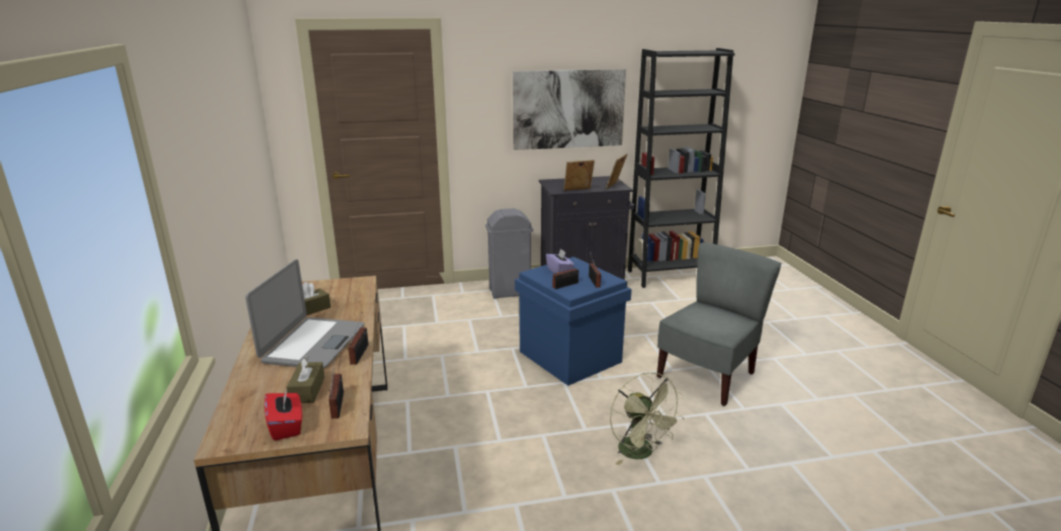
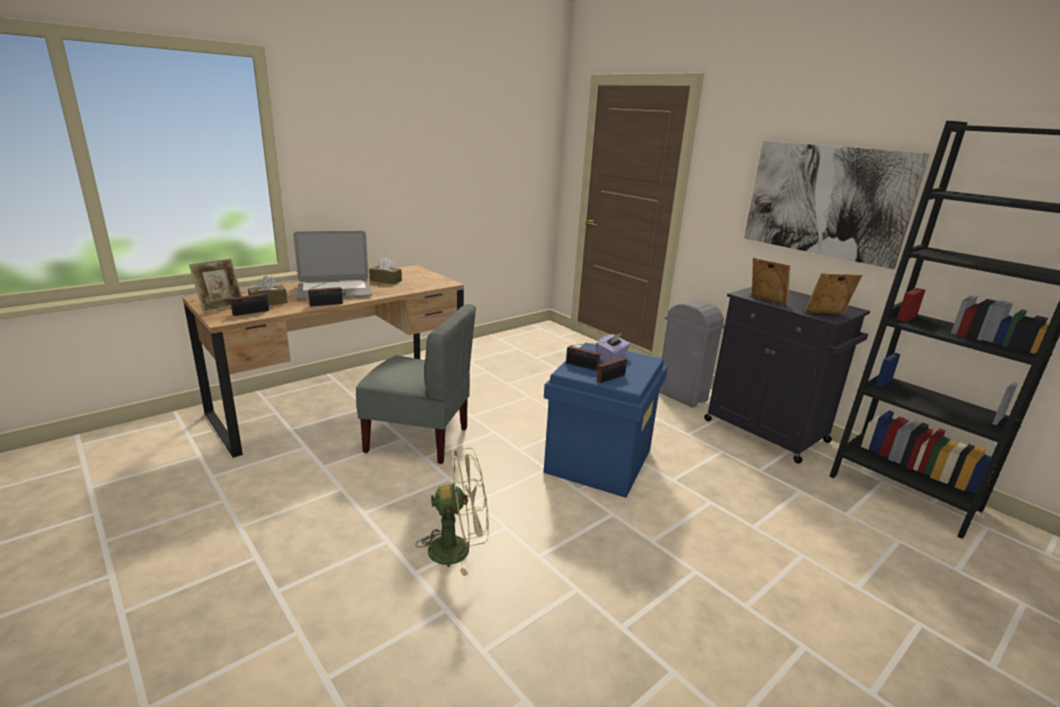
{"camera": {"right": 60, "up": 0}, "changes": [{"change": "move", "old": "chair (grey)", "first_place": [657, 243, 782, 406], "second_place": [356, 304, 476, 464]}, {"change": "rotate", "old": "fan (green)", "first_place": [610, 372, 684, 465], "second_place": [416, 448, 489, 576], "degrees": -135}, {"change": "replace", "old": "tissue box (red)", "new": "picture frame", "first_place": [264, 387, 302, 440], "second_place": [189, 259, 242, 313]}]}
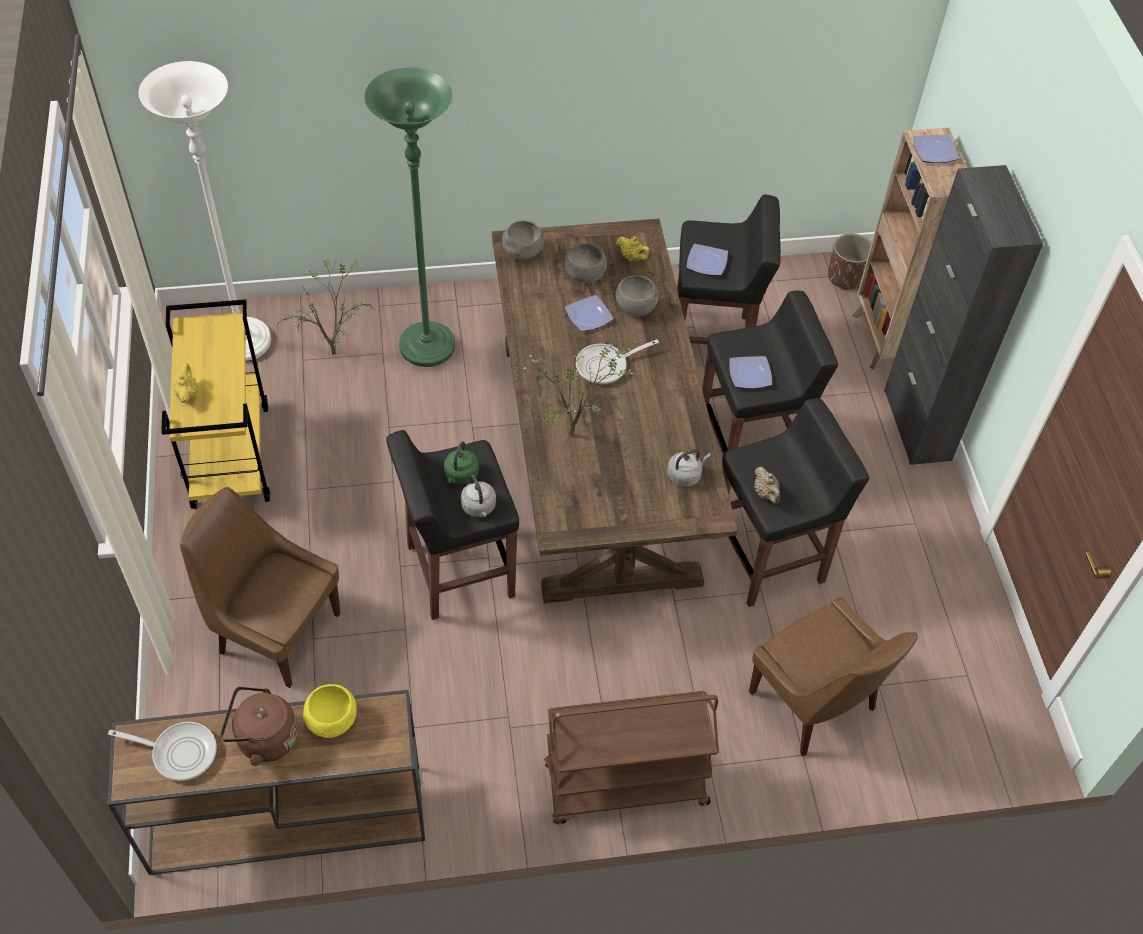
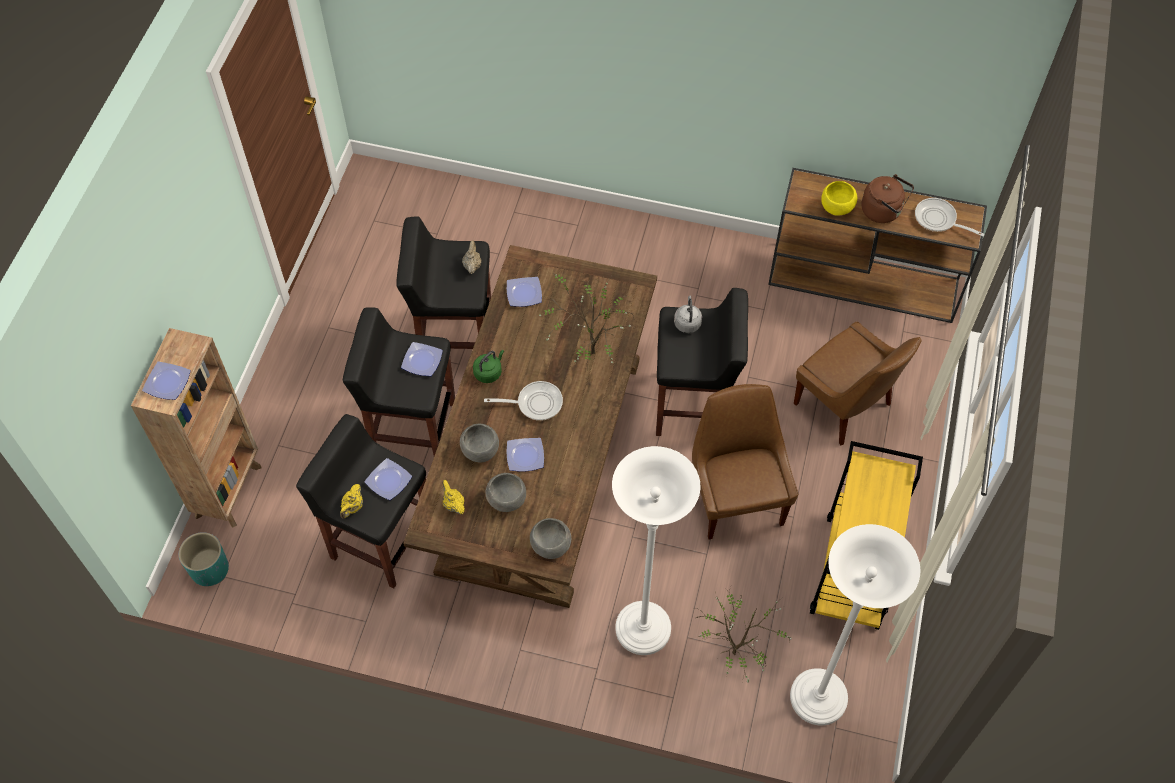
{"camera": {"right": -155, "up": 5}, "changes": [{"change": "recolor", "old": "floor lamp (green)", "new": "floor lamp (white)", "first_place": [364, 68, 455, 367], "second_place": [612, 446, 701, 655]}, {"change": "delete", "old": "cabinet (black)", "first_place": [884, 165, 1043, 465]}, {"change": "recolor", "old": "planter (brown)", "new": "planter (turquoise)", "first_place": [828, 233, 872, 290], "second_place": [179, 532, 229, 586]}, {"change": "move", "old": "teapot (yellow)", "first_place": [173, 363, 198, 403], "second_place": [340, 484, 363, 519]}, {"change": "move", "old": "kettle (green)", "first_place": [444, 441, 479, 485], "second_place": [473, 350, 504, 383]}, {"change": "replace", "old": "kettle (grey)", "new": "plate", "first_place": [667, 449, 711, 487], "second_place": [507, 277, 542, 307]}, {"change": "move", "old": "chair (brown)", "first_place": [749, 597, 918, 756], "second_place": [692, 384, 798, 539]}, {"change": "delete", "old": "cart (brown)", "first_place": [544, 691, 719, 824]}]}
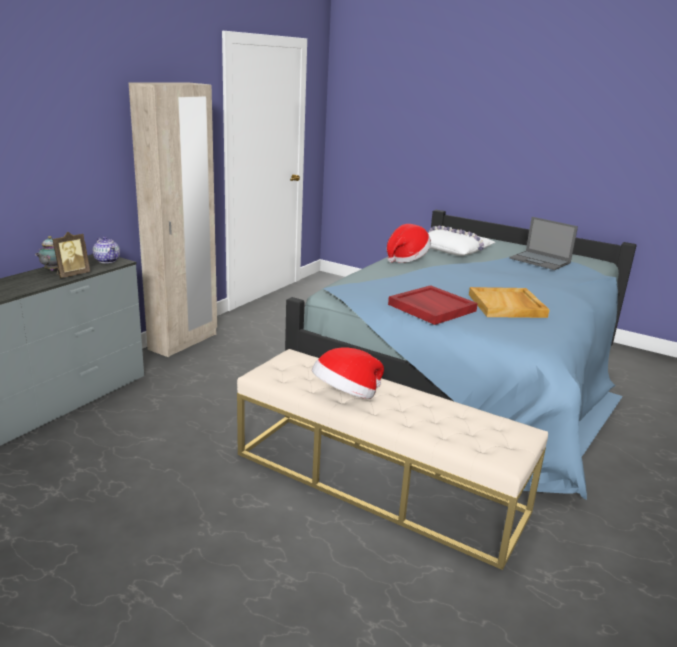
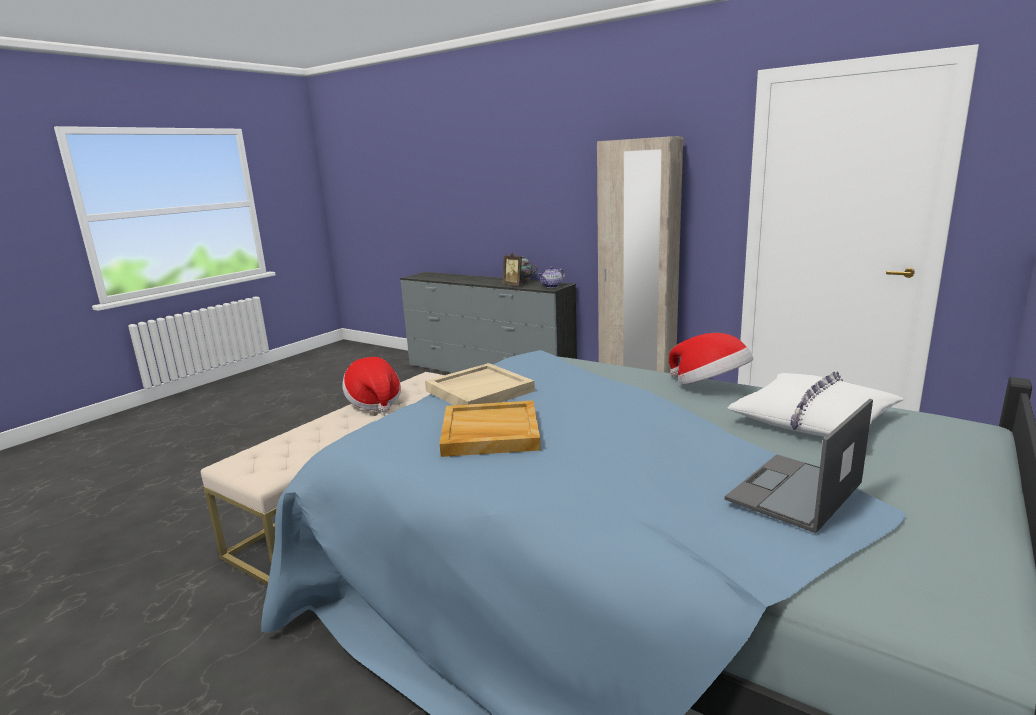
{"camera": {"right": 95, "up": -5}, "changes": [{"change": "recolor", "old": "tray (red)", "new": "tray (beige)", "first_place": [388, 285, 478, 325], "second_place": [425, 363, 535, 405]}]}
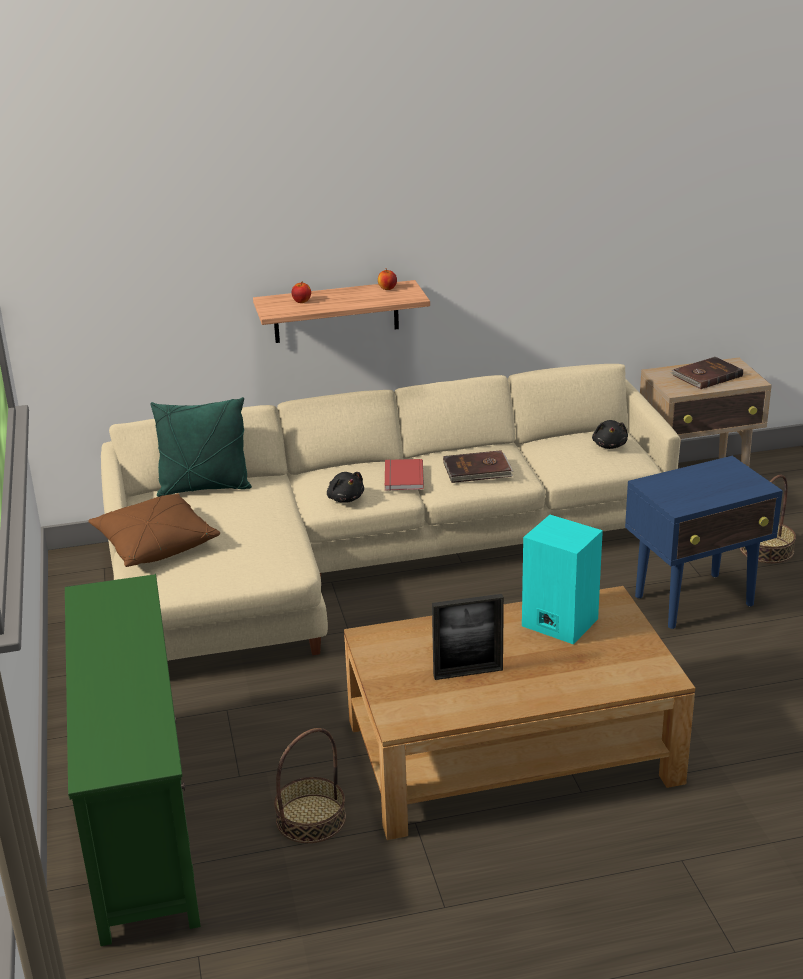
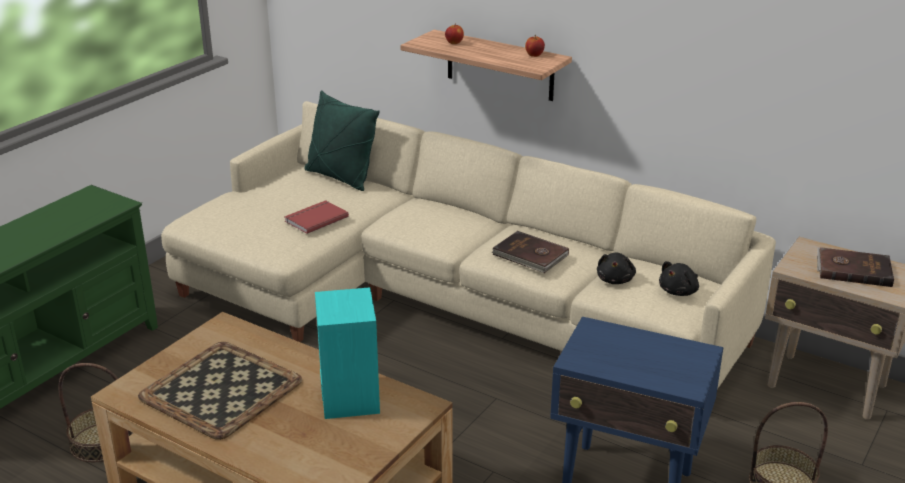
{"camera": {"right": 45, "up": 0}, "changes": [{"change": "move", "old": "book (red)", "first_place": [385, 459, 424, 491], "second_place": [284, 200, 349, 234]}, {"change": "move", "old": "plush toy (black)", "first_place": [327, 472, 364, 503], "second_place": [597, 252, 636, 284]}, {"change": "delete", "old": "pillow (brown)", "first_place": [88, 493, 220, 567]}, {"change": "replace", "old": "picture frame", "new": "tray", "first_place": [432, 594, 504, 680], "second_place": [138, 342, 302, 440]}]}
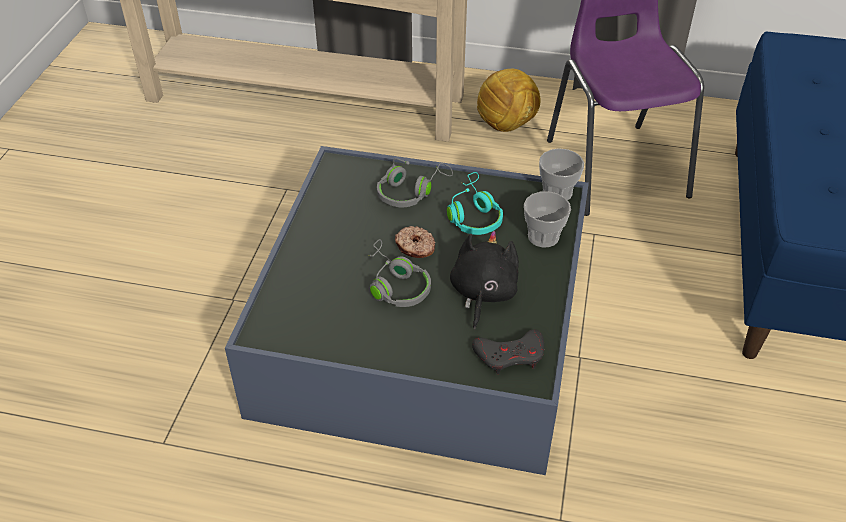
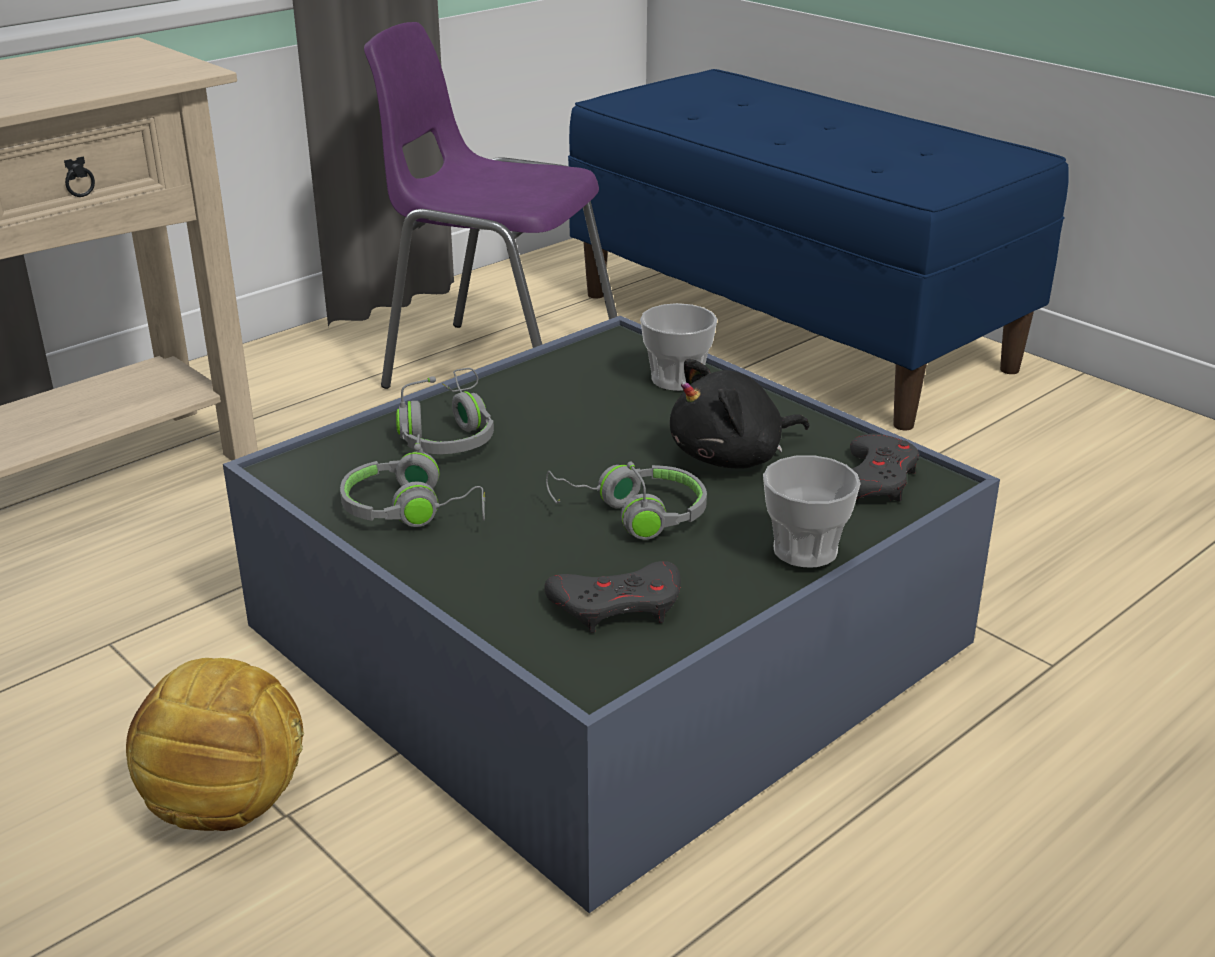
{"camera": {"right": -55, "up": -15}, "changes": [{"change": "move", "old": "football", "first_place": [477, 69, 541, 132], "second_place": [126, 658, 304, 831]}, {"change": "move", "old": "cup", "first_place": [539, 148, 584, 200], "second_place": [763, 455, 861, 568]}, {"change": "delete", "old": "headphones (turquoise)", "first_place": [447, 172, 503, 235]}, {"change": "delete", "old": "donut", "first_place": [395, 226, 435, 258]}, {"change": "rotate", "old": "plush toy (black)", "first_place": [450, 231, 519, 329], "second_place": [670, 359, 809, 468], "degrees": -75}, {"change": "insert", "new": "headphones (grey)", "second_place": [340, 434, 485, 527]}, {"change": "insert", "new": "game controller (grey)", "second_place": [544, 561, 681, 633]}]}
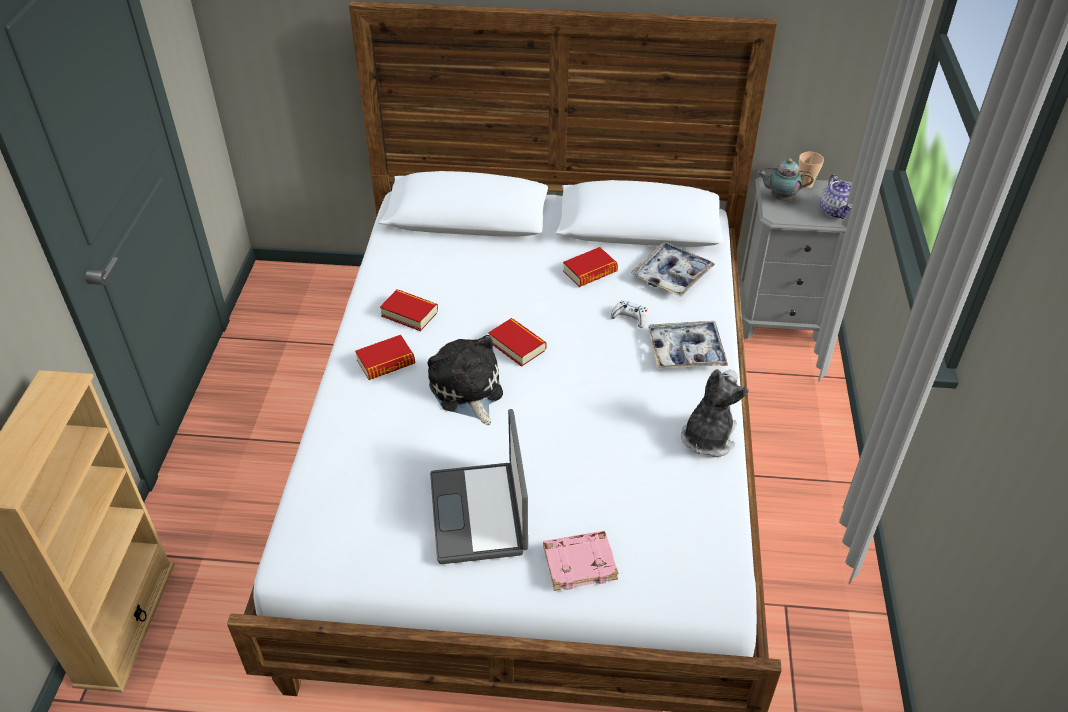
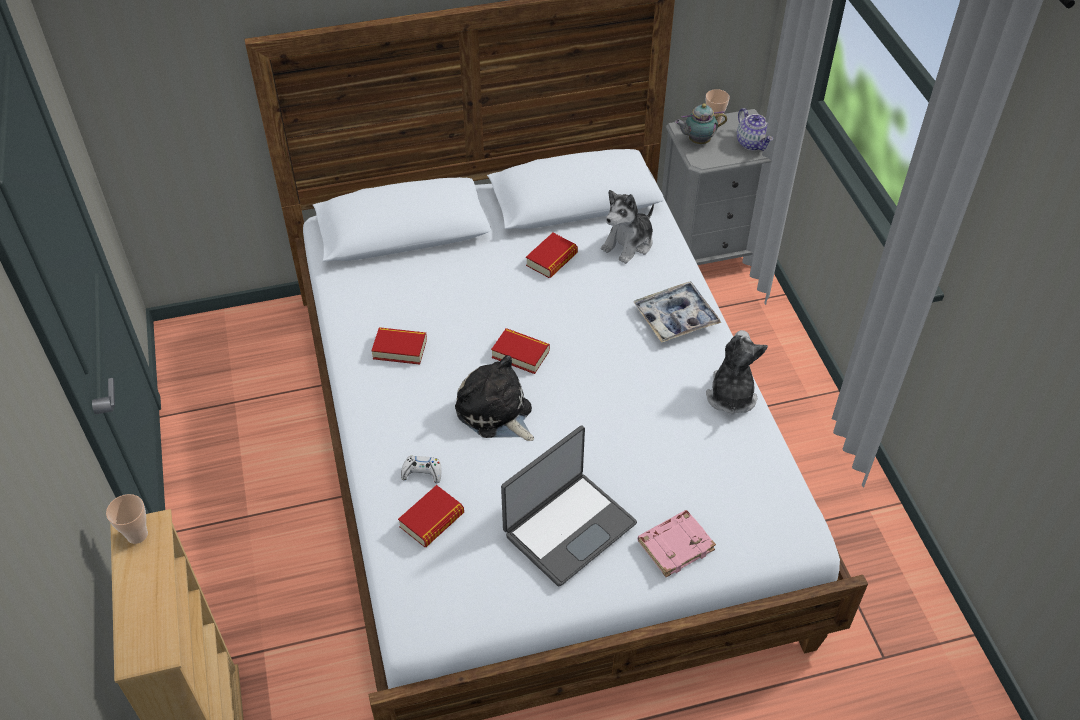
{"camera": {"right": -20, "up": 5}, "changes": [{"change": "replace", "old": "tray", "new": "plush toy", "first_place": [631, 243, 715, 297], "second_place": [601, 190, 654, 264]}, {"change": "move", "old": "game controller (white)", "first_place": [611, 301, 648, 328], "second_place": [401, 456, 442, 483]}, {"change": "move", "old": "book", "first_place": [355, 335, 415, 380], "second_place": [398, 485, 464, 547]}, {"change": "rotate", "old": "laptop", "first_place": [430, 409, 528, 564], "second_place": [501, 425, 637, 586], "degrees": -105}, {"change": "insert", "new": "cup", "second_place": [106, 494, 148, 544]}]}
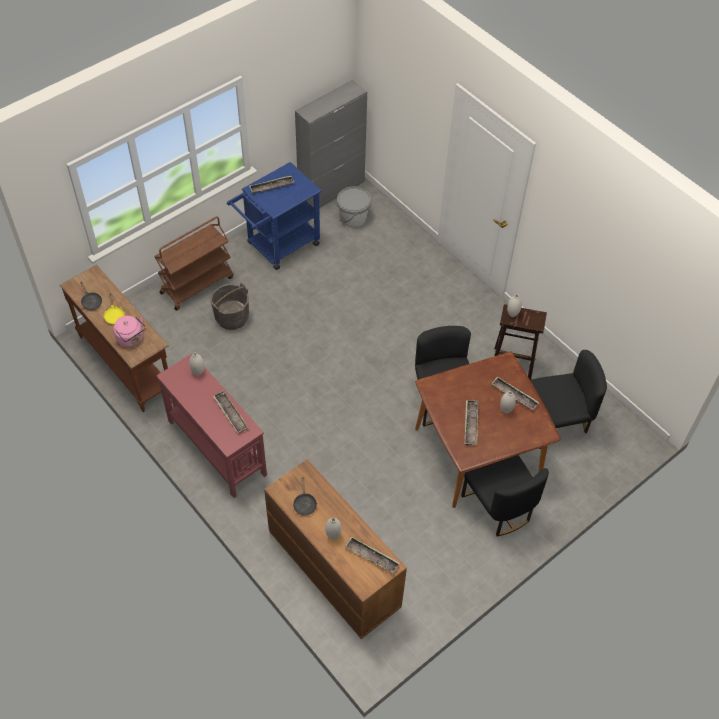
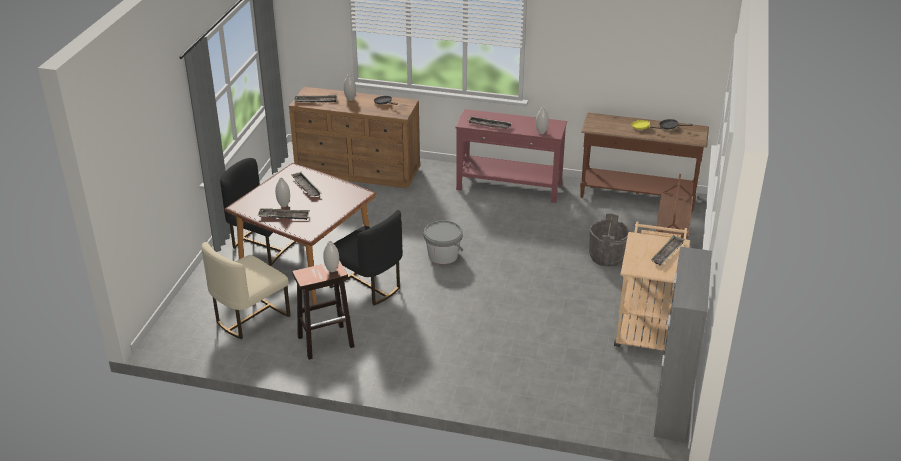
{"camera": {"right": 145, "up": -20}, "changes": [{"change": "recolor", "old": "cart (blue)", "new": "cart (beige)", "first_place": [227, 162, 322, 270], "second_place": [614, 221, 690, 351]}, {"change": "move", "old": "bucket (grey)", "first_place": [337, 187, 371, 227], "second_place": [423, 220, 463, 264]}, {"change": "delete", "old": "kettle (pink)", "first_place": [113, 316, 146, 347]}, {"change": "recolor", "old": "chair (black)", "new": "chair (beige)", "first_place": [530, 350, 607, 449], "second_place": [202, 242, 290, 339]}]}
